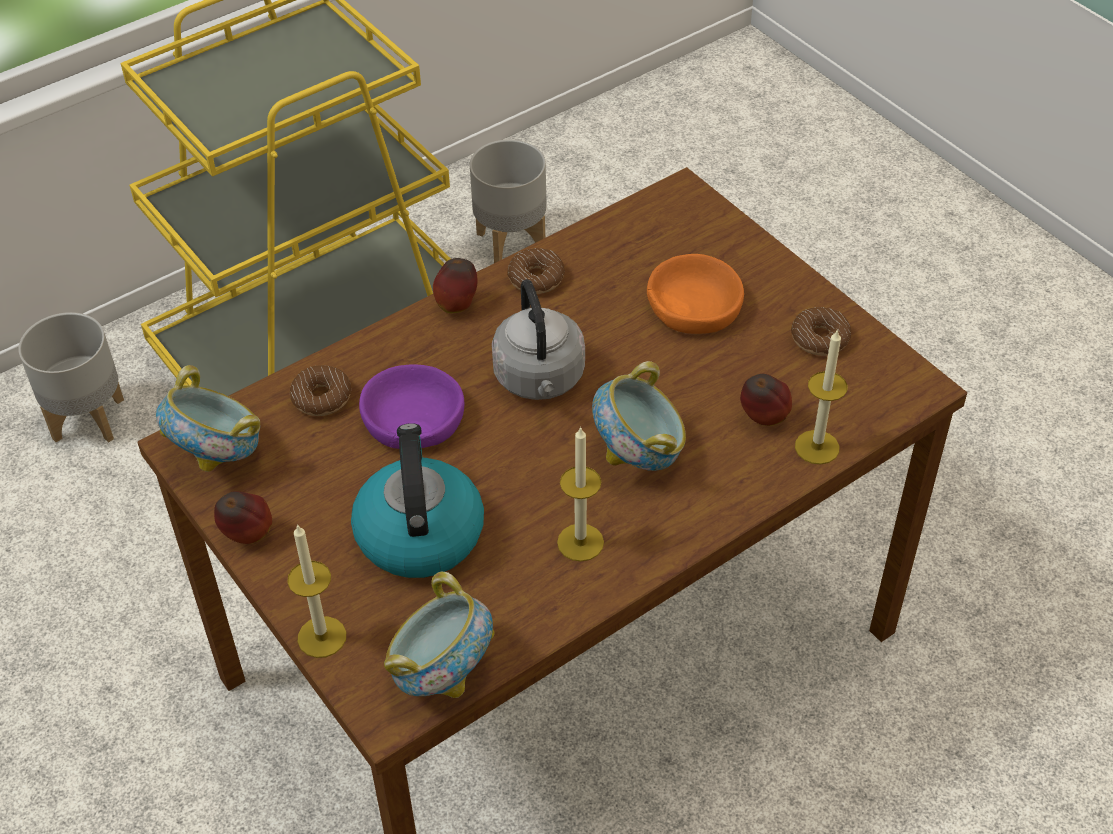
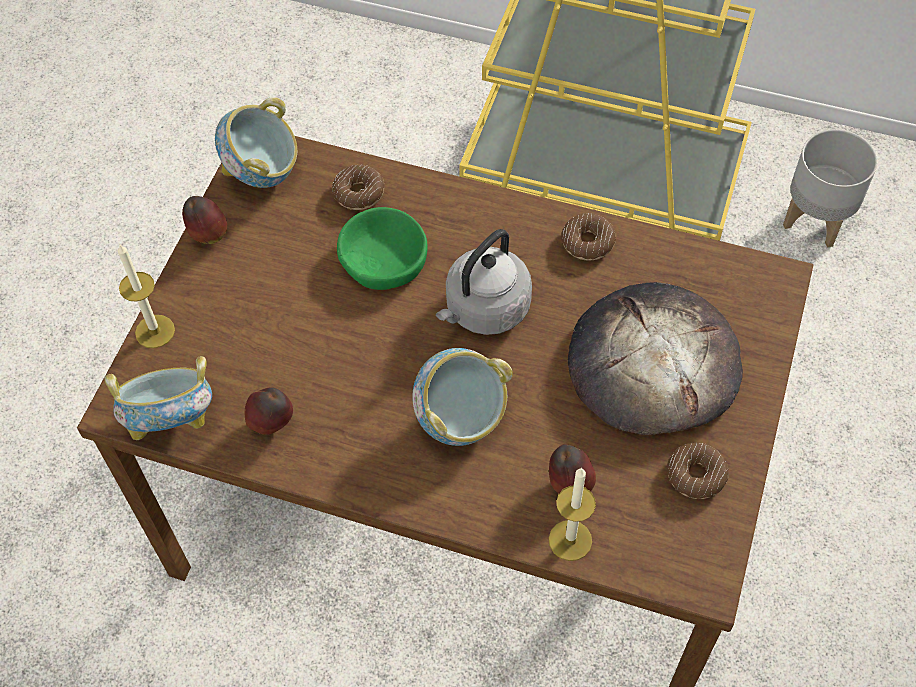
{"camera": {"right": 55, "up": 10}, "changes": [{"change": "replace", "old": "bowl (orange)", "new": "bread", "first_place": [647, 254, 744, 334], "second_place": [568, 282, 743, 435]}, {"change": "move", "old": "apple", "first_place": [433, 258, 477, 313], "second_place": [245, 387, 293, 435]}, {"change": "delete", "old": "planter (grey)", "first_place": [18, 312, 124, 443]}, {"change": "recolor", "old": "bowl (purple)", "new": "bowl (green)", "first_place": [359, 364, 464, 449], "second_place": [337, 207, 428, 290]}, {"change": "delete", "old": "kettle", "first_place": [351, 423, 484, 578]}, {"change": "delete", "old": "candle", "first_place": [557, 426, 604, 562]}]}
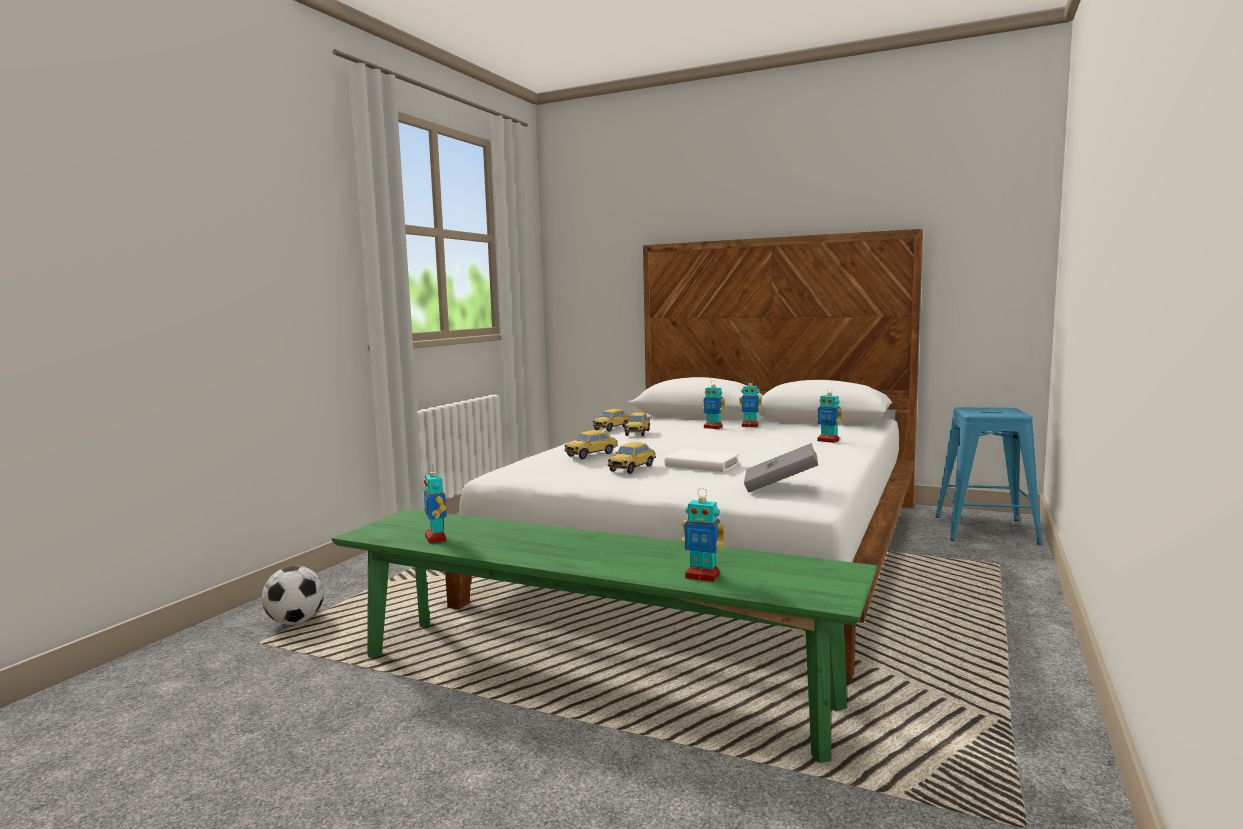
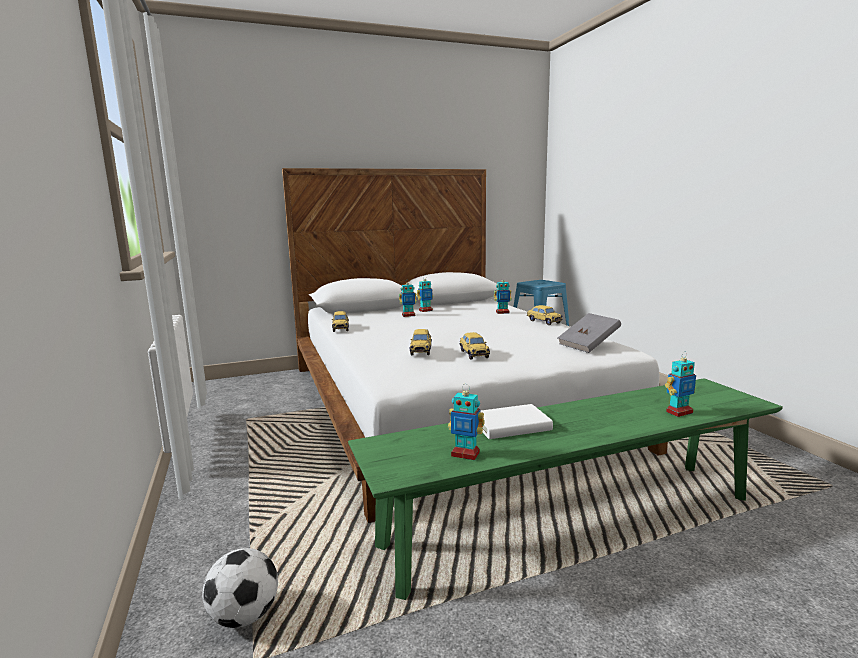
{"camera": {"right": -45, "up": 5}, "changes": [{"change": "move", "old": "toy car", "first_place": [624, 412, 650, 436], "second_place": [527, 305, 562, 325]}, {"change": "move", "old": "book (white)", "first_place": [665, 449, 739, 472], "second_place": [481, 404, 553, 439]}]}
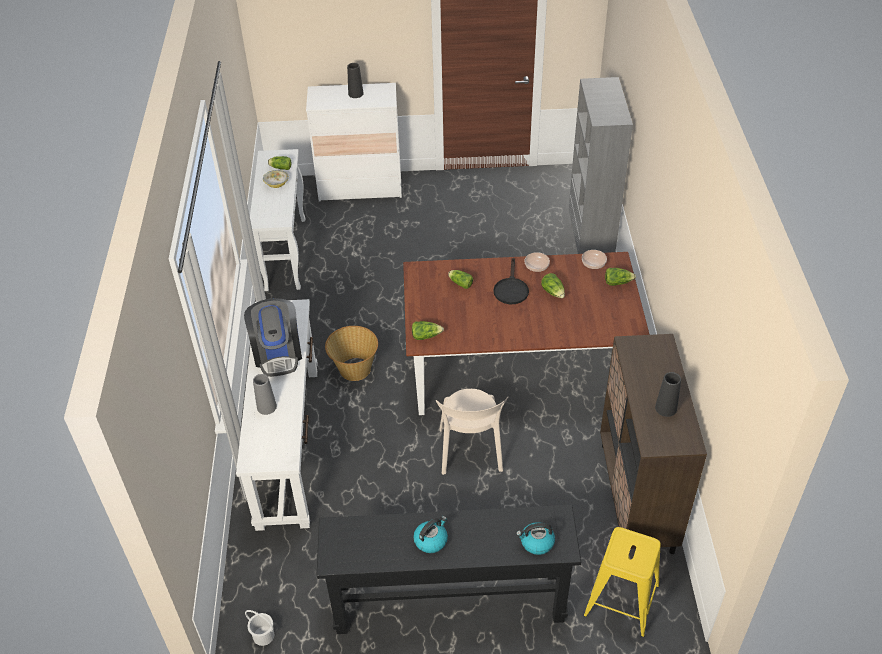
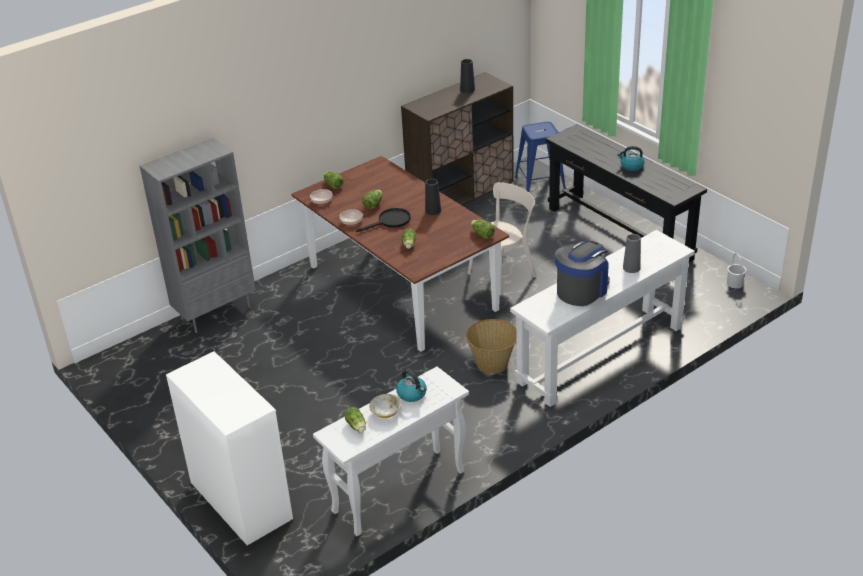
{"camera": {"right": -125, "up": -10}, "changes": [{"change": "move", "old": "vase (black)", "first_place": [347, 63, 364, 98], "second_place": [425, 179, 441, 215]}, {"change": "move", "old": "kettle", "first_place": [516, 522, 555, 555], "second_place": [396, 369, 427, 402]}, {"change": "recolor", "old": "stool (yellow)", "new": "stool (blue)", "first_place": [584, 527, 661, 637], "second_place": [515, 121, 565, 192]}]}
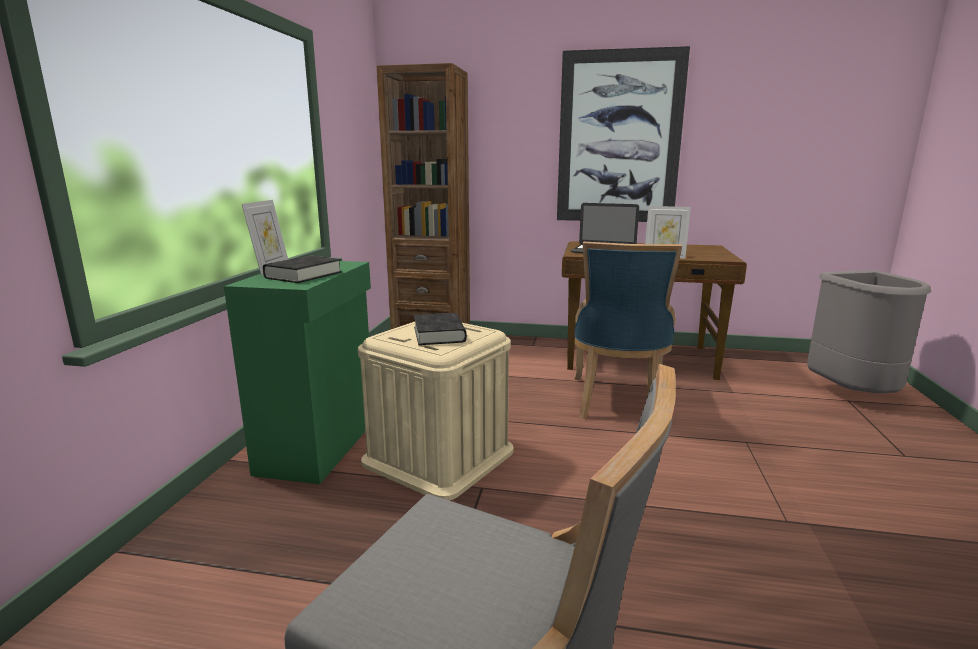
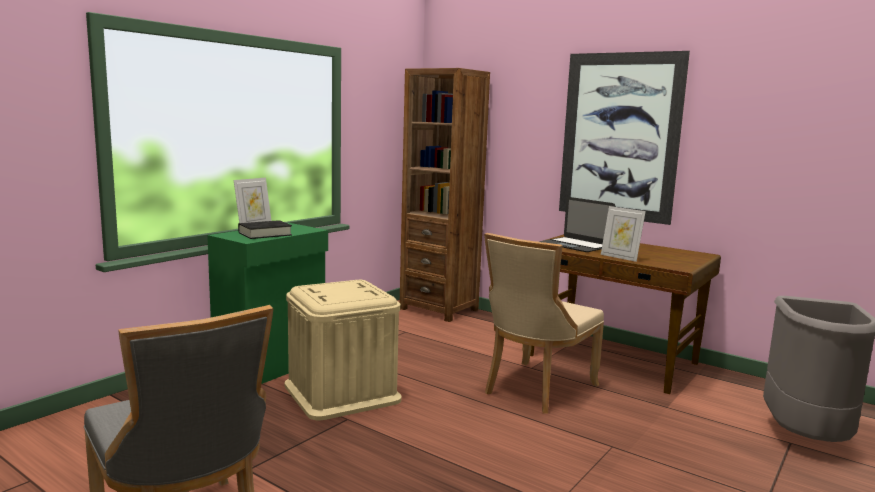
{"camera": {"right": 25, "up": -5}, "changes": [{"change": "recolor", "old": "chair (blue)", "new": "chair (beige)", "first_place": [574, 242, 682, 419], "second_place": [484, 233, 604, 414]}, {"change": "delete", "old": "book (black)", "first_place": [414, 313, 467, 345]}]}
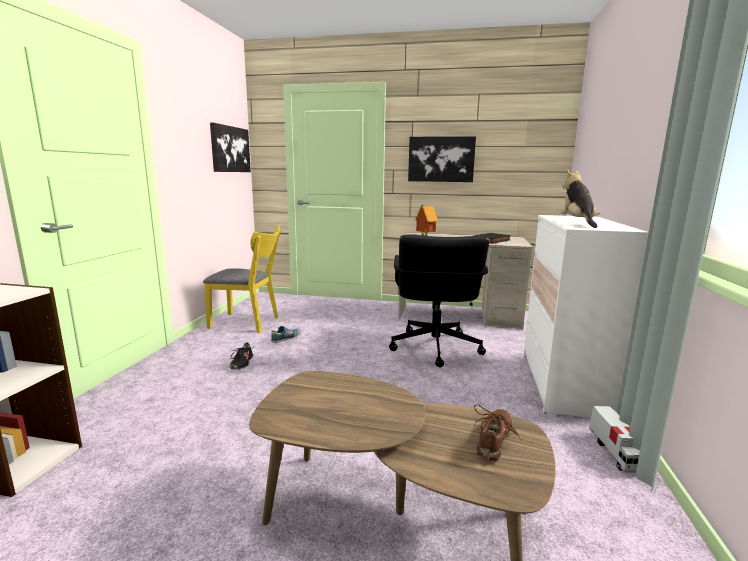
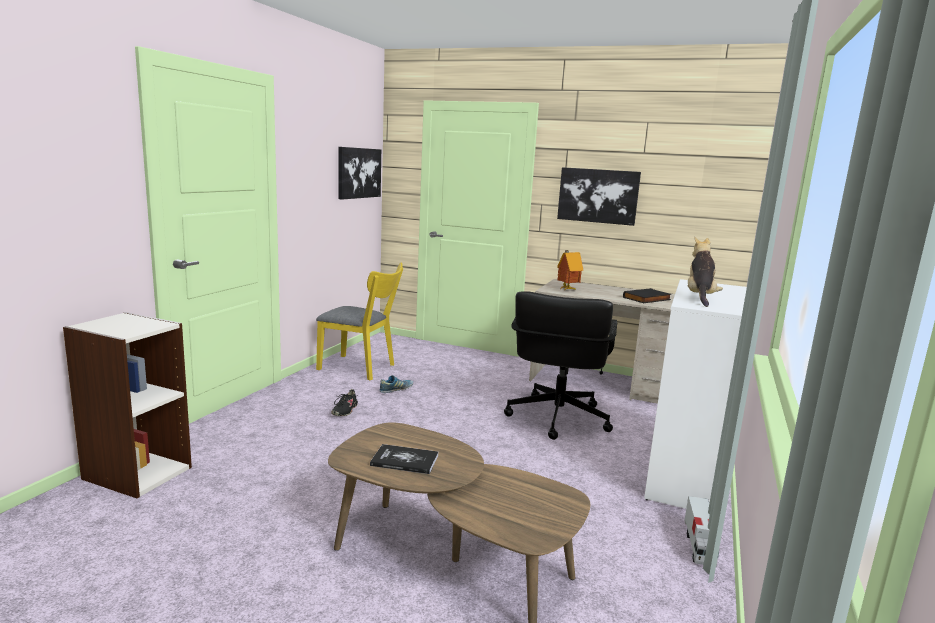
{"camera": {"right": 10, "up": 0}, "changes": [{"change": "delete", "old": "shoe (brown)", "first_place": [473, 404, 521, 462]}, {"change": "insert", "new": "book", "second_place": [370, 444, 438, 474]}]}
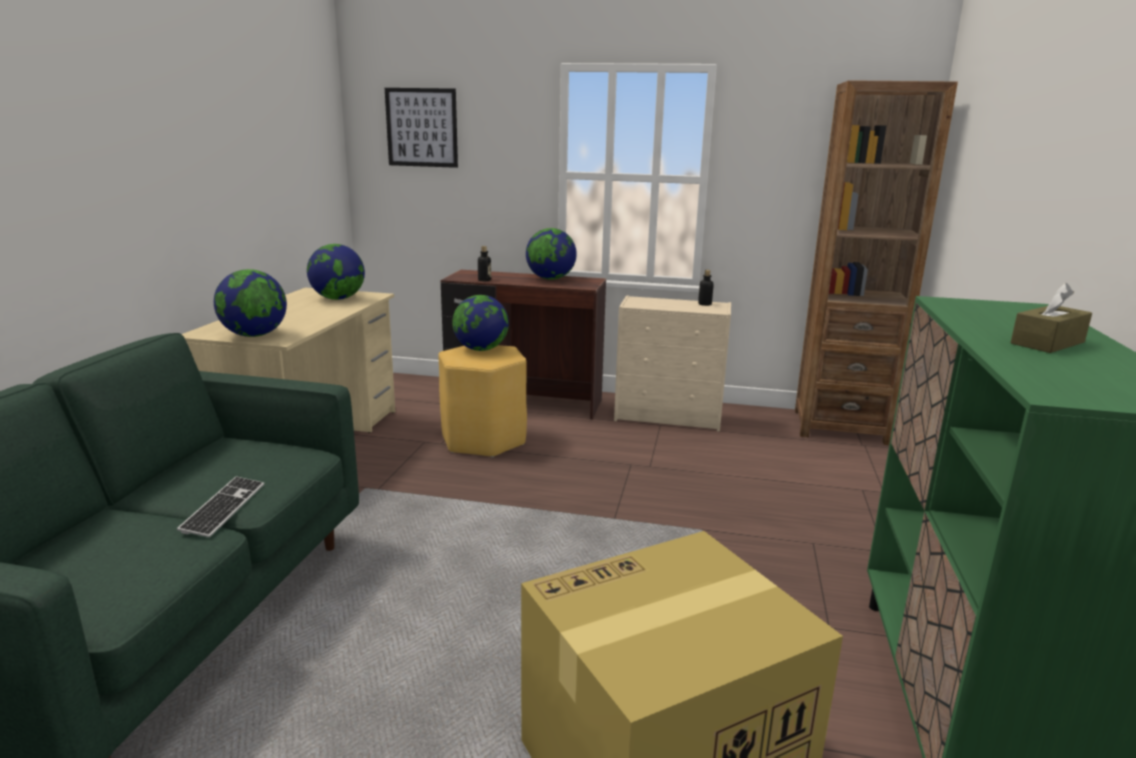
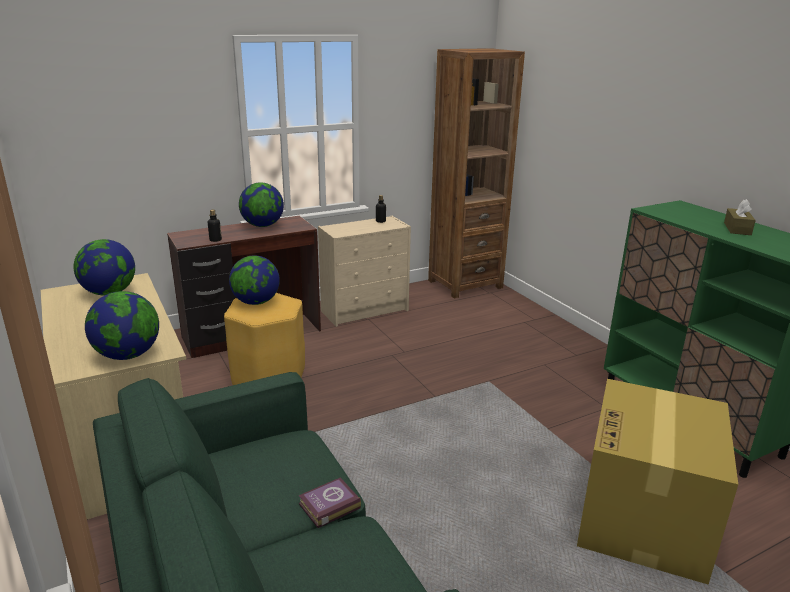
{"camera": {"right": -40, "up": 5}, "changes": [{"change": "delete", "old": "picture", "first_place": [385, 88, 458, 168]}, {"change": "replace", "old": "keyboard", "new": "book", "first_place": [177, 476, 264, 537], "second_place": [298, 477, 361, 528]}]}
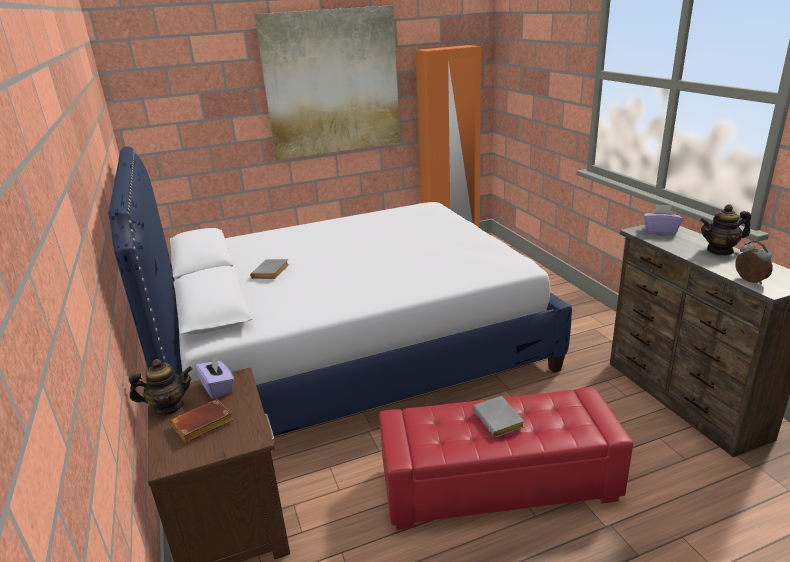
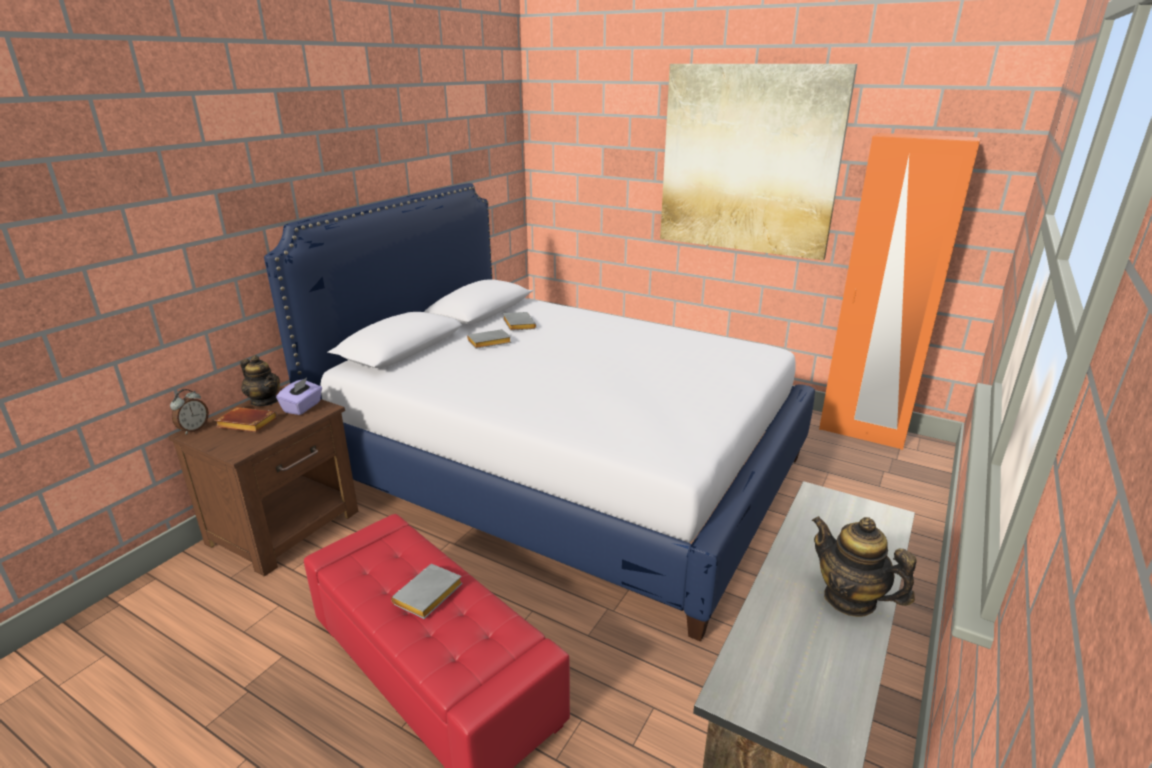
{"camera": {"right": 50, "up": 0}, "changes": [{"change": "delete", "old": "tissue box (purple)", "first_place": [643, 204, 683, 234]}, {"change": "move", "old": "alarm clock", "first_place": [735, 241, 773, 285], "second_place": [170, 389, 209, 435]}, {"change": "insert", "new": "book (grey)", "second_place": [503, 312, 537, 331]}]}
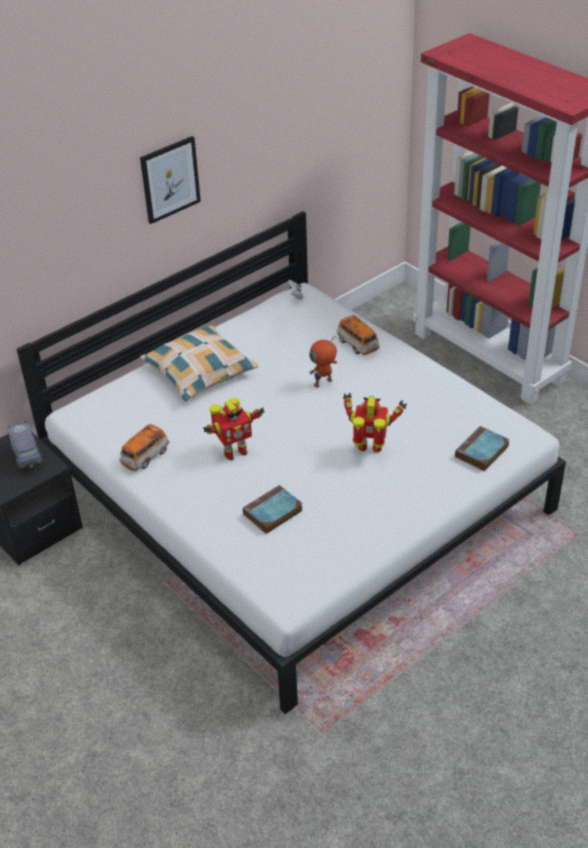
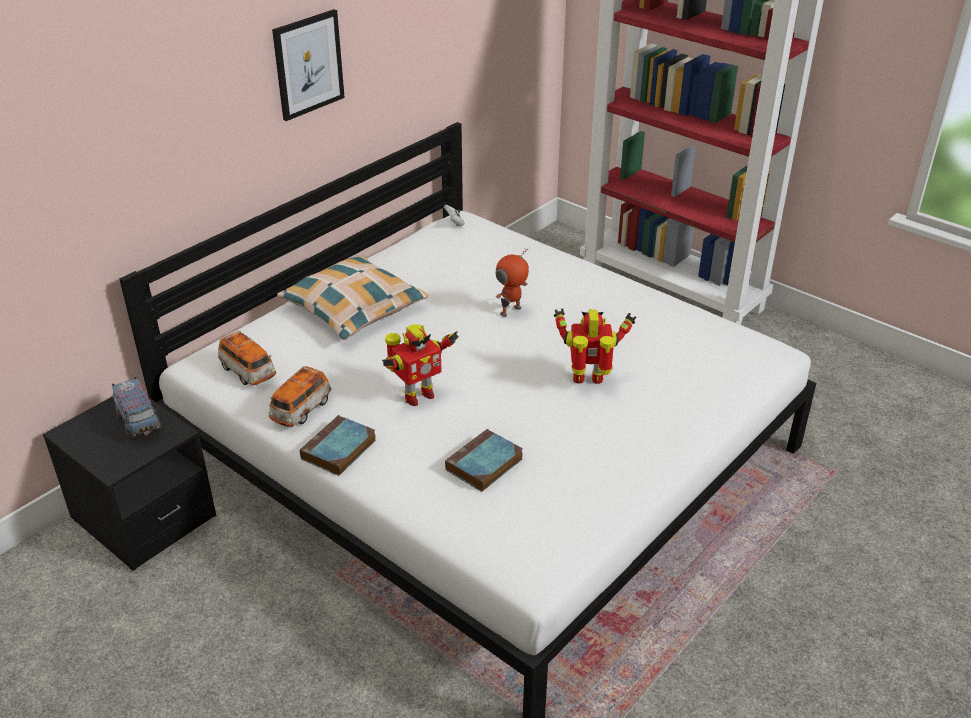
{"camera": {"right": -10, "up": -5}, "changes": [{"change": "move", "old": "toy car", "first_place": [337, 315, 380, 355], "second_place": [218, 331, 276, 385]}, {"change": "move", "old": "book", "first_place": [455, 426, 510, 472], "second_place": [300, 415, 376, 476]}]}
